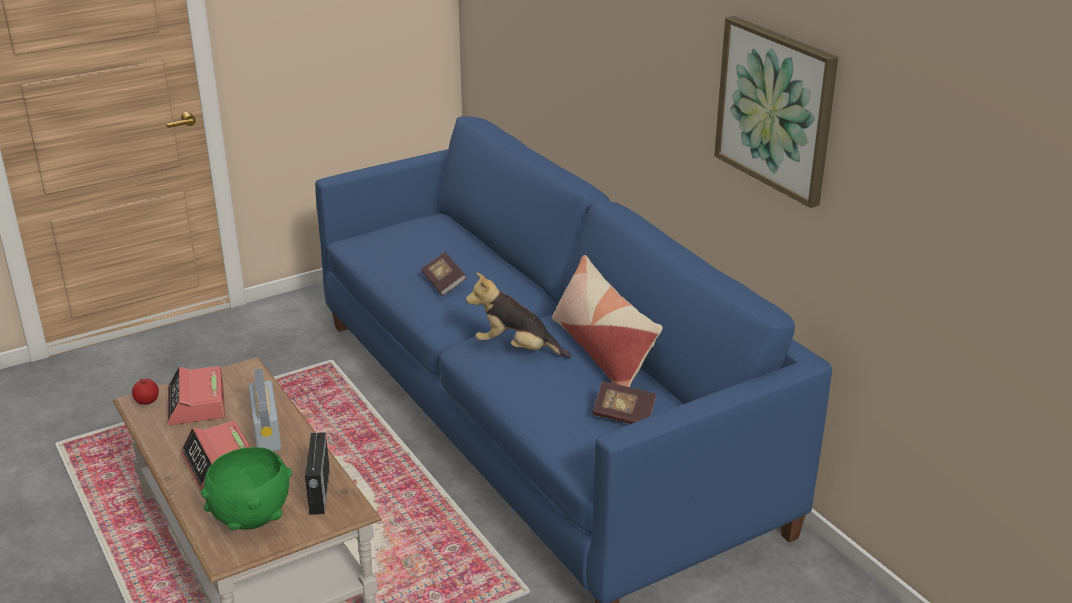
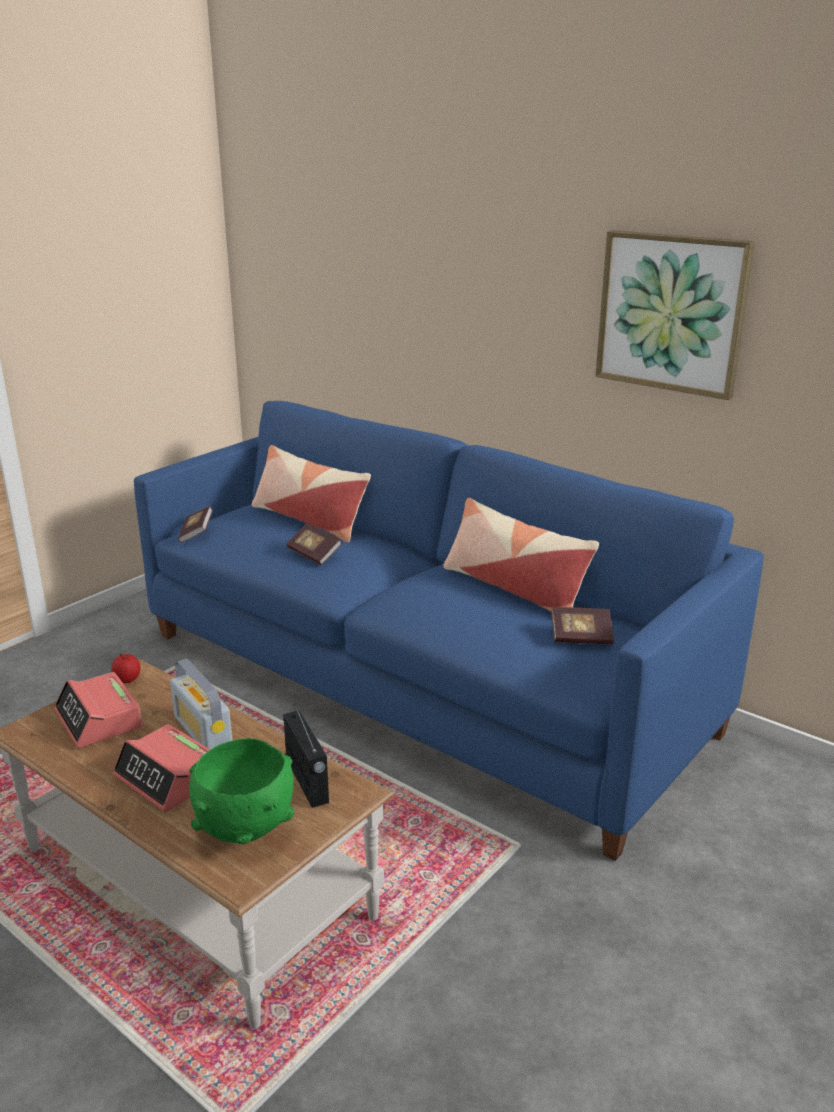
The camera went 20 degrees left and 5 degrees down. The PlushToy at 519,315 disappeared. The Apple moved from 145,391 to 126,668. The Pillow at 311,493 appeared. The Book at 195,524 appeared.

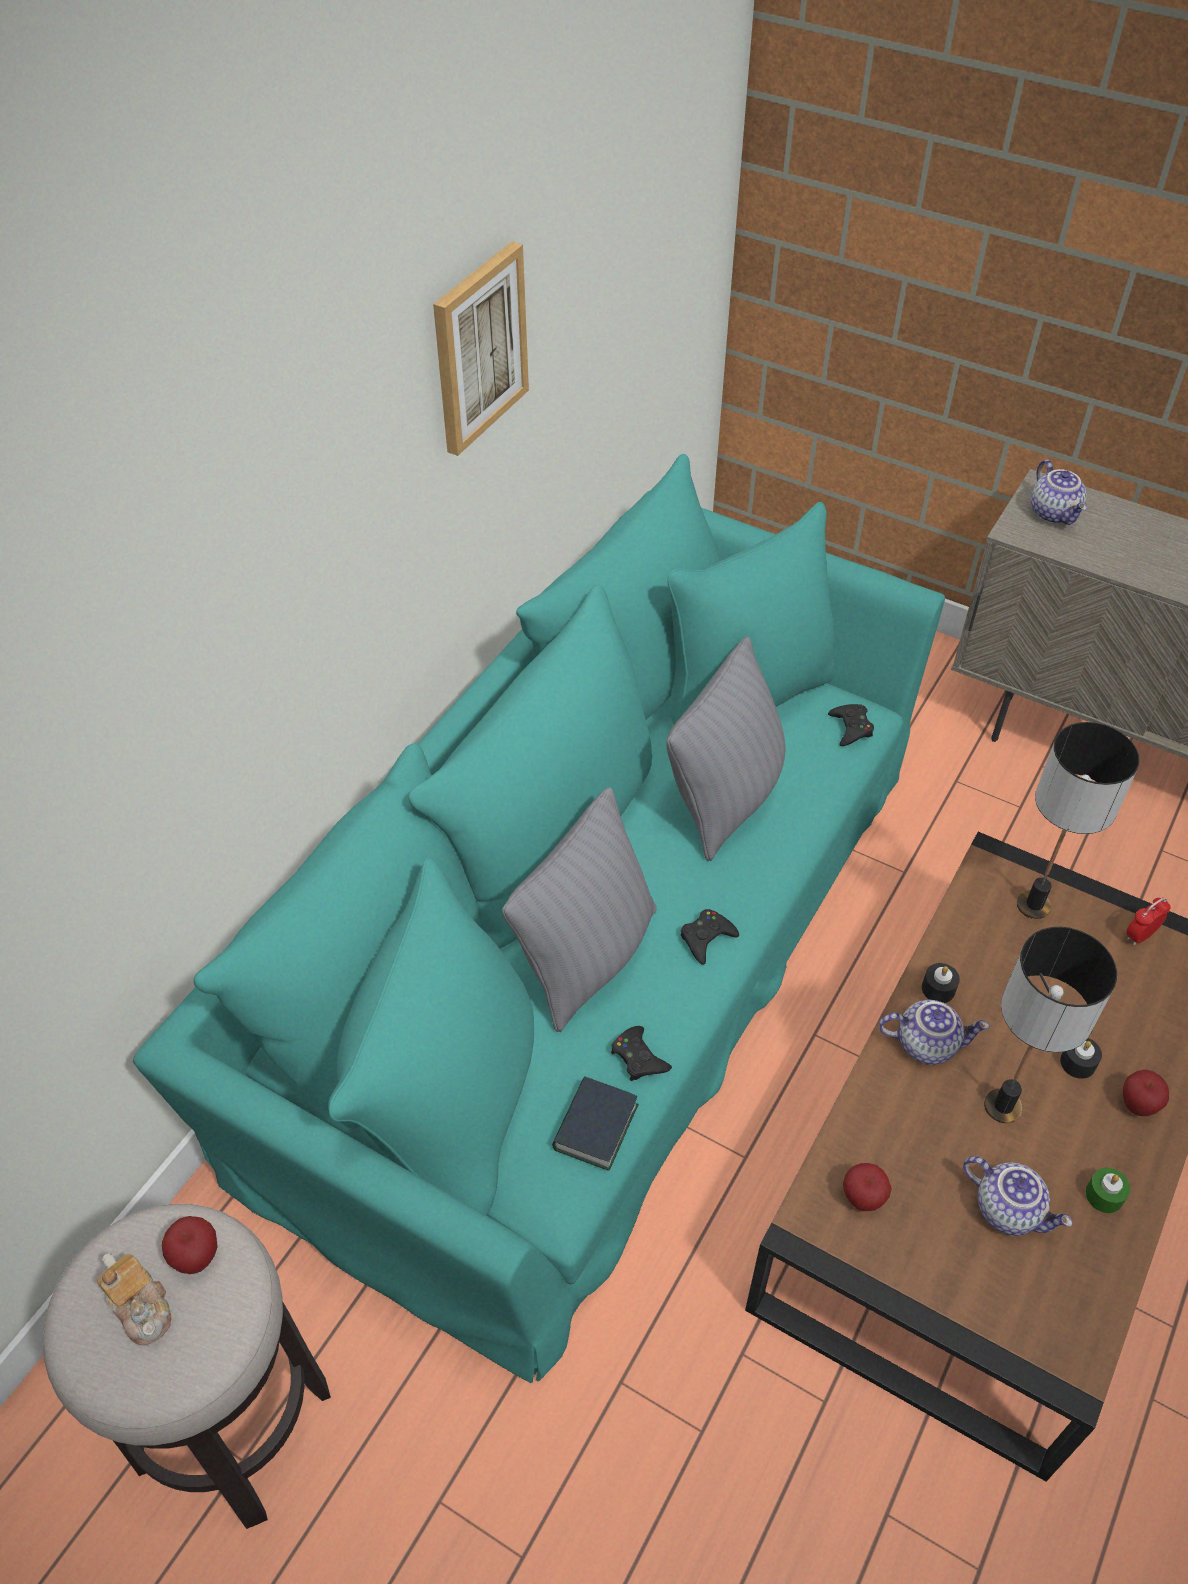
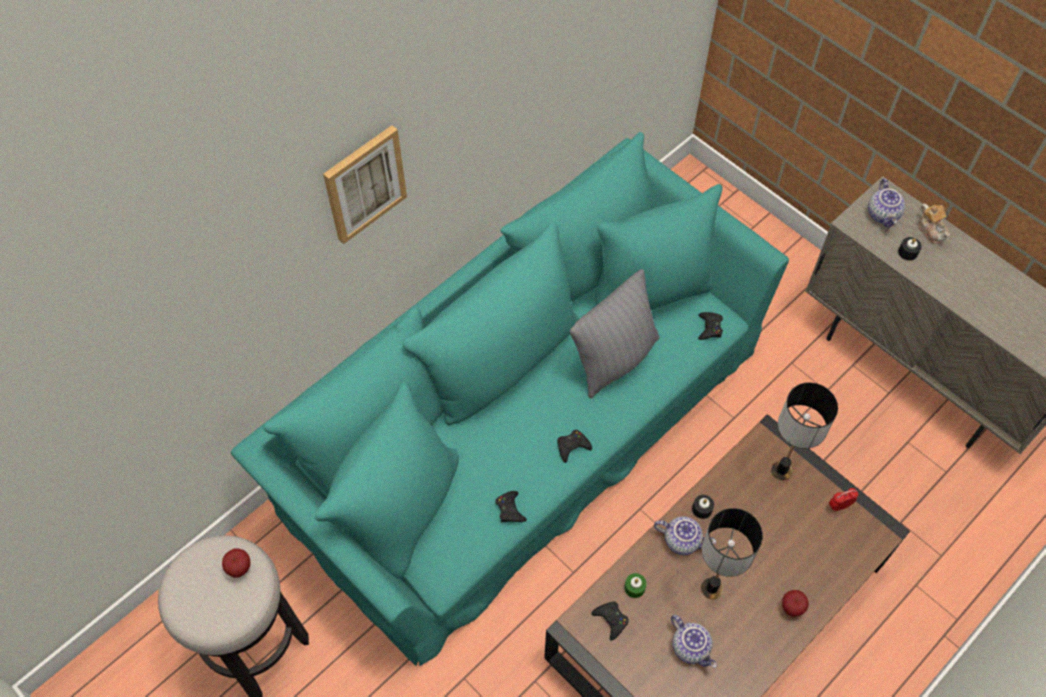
The camera went 15 degrees right and 10 degrees up. The Picture moved from 481,348 to 365,184. The GreyPillow at 579,909 disappeared. The BlackCandle moved from 1081,1058 to 910,249. The Book at 595,1124 disappeared. The Apple at 867,1187 was replaced by the BlackGameController at 610,621. The GreenCandle moved from 1108,1190 to 635,585. The Teapot moved from 133,1299 to 934,224.

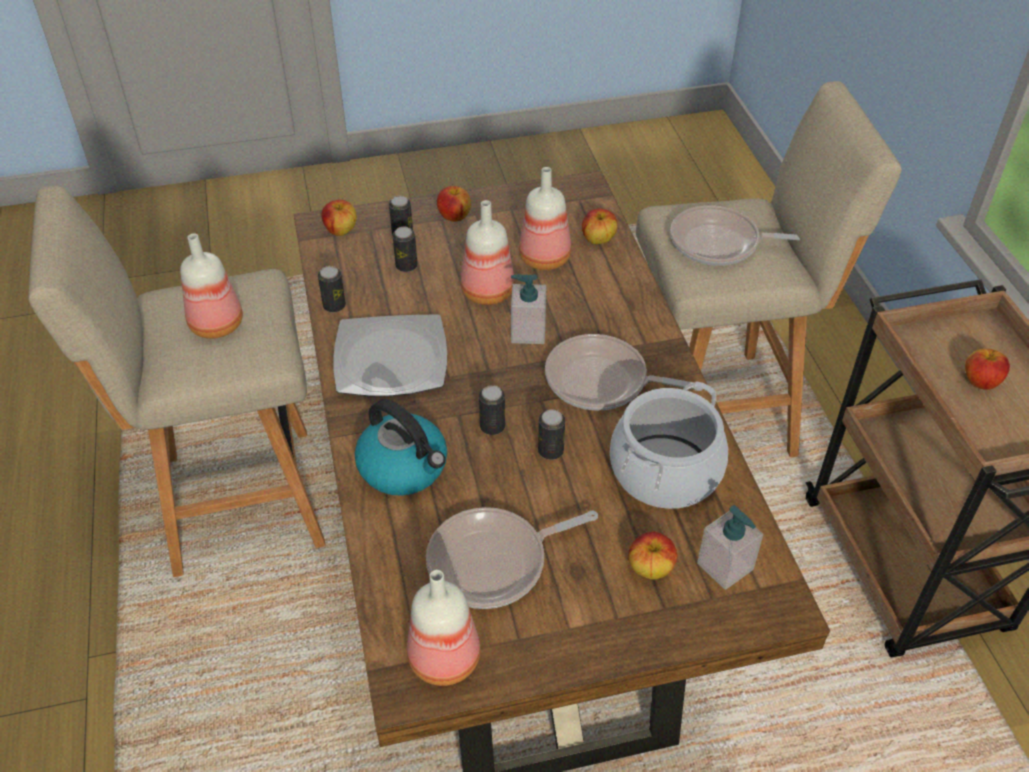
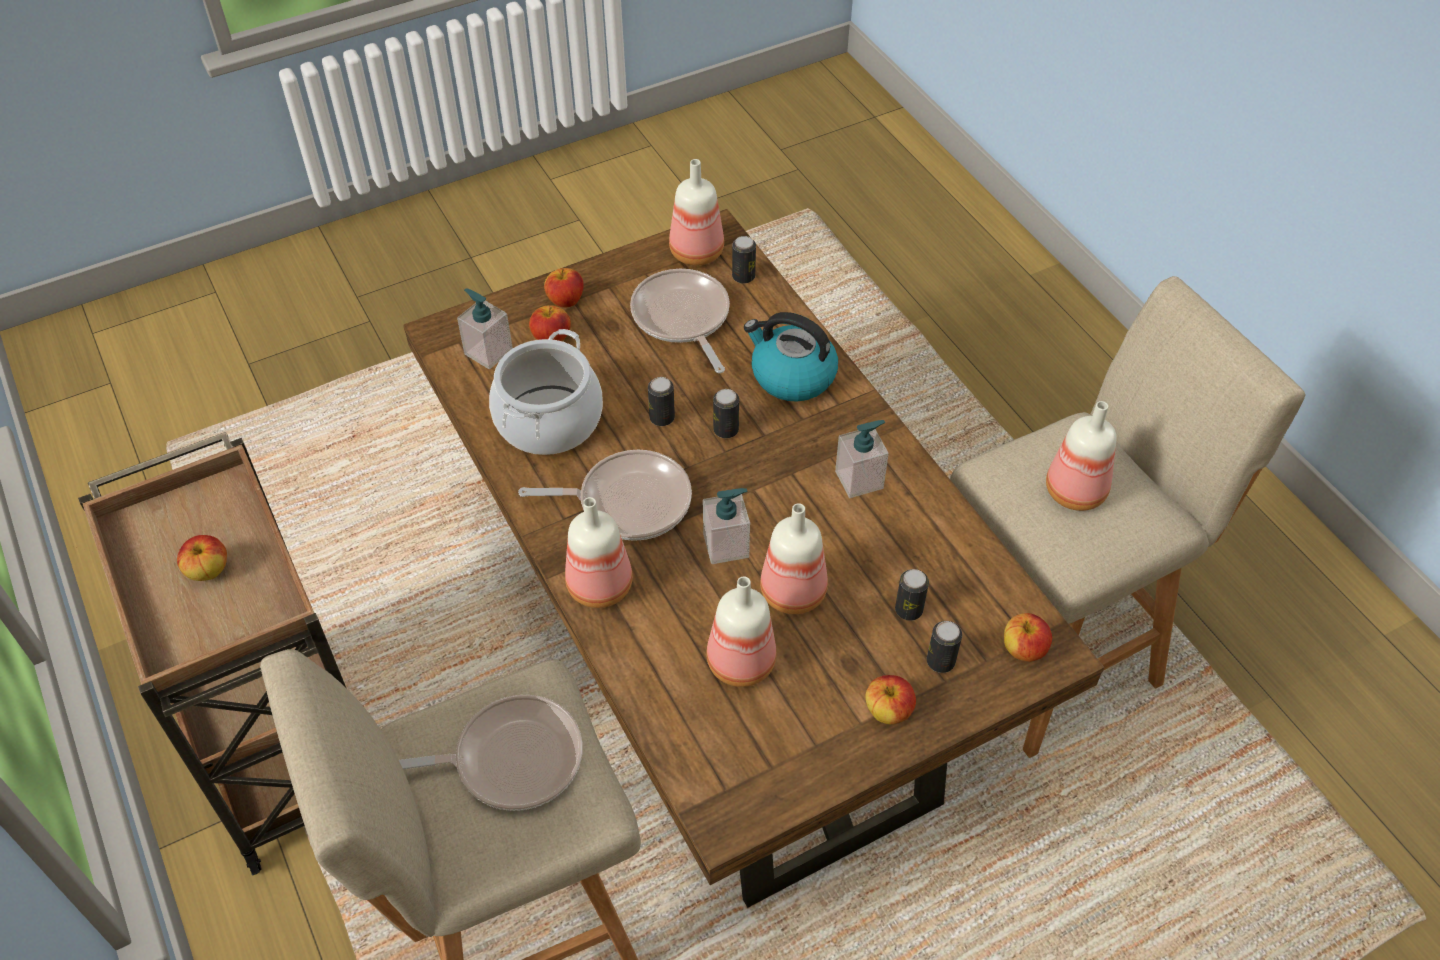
The camera went 165 degrees right and 5 degrees up. The Apple moved from 600,226 to 564,288. The Can moved from 332,289 to 744,260. The Plate at 390,355 was replaced by the SoapDispenser at 862,459. The FryingPan at 512,558 turned 75 degrees counterclockwise. The Bottle at 599,552 appeared.

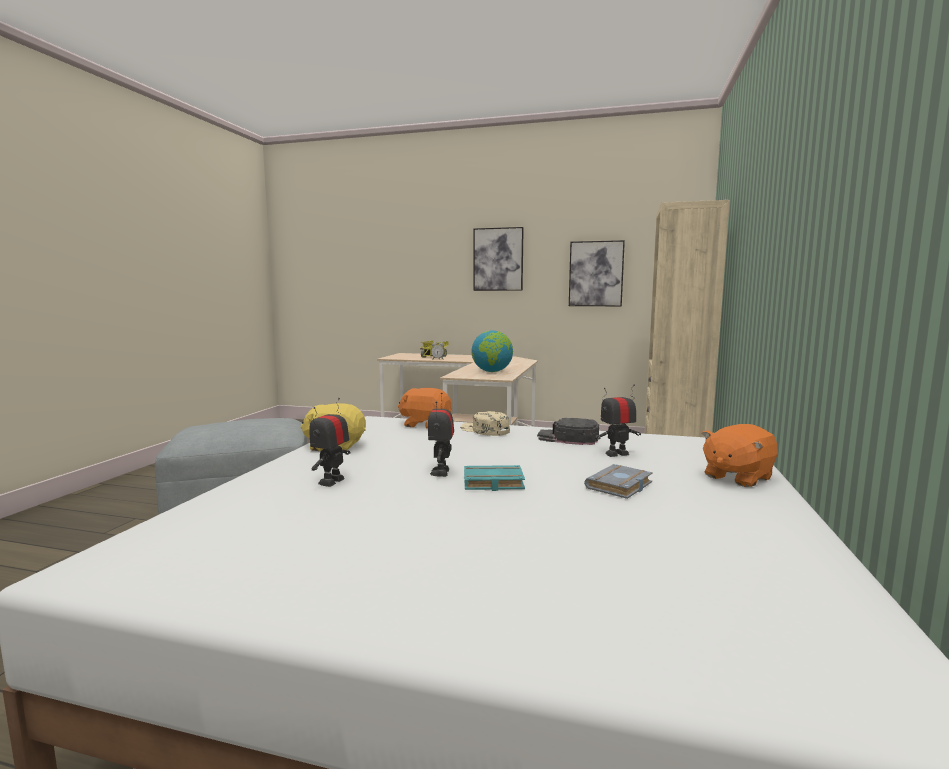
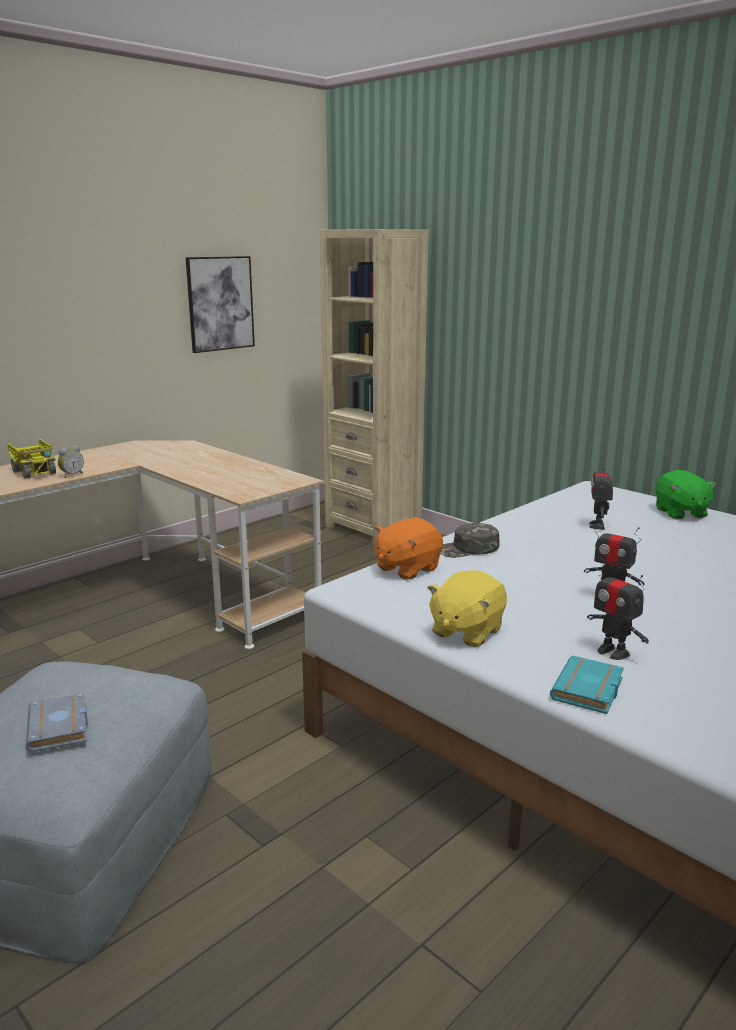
The camera went 60 degrees left and 10 degrees up. The Picture at 499,259 disappeared. The Globe at 492,351 disappeared. The BeigeCap at 485,423 became the GreenCap at 470,540. The BlackCap at 568,431 disappeared. The OrangePlushToy at 740,455 became the GreenPlushToy at 686,494. The GreyBook moved from 618,481 to 56,723. The TurquoiseBook moved from 494,478 to 587,684.

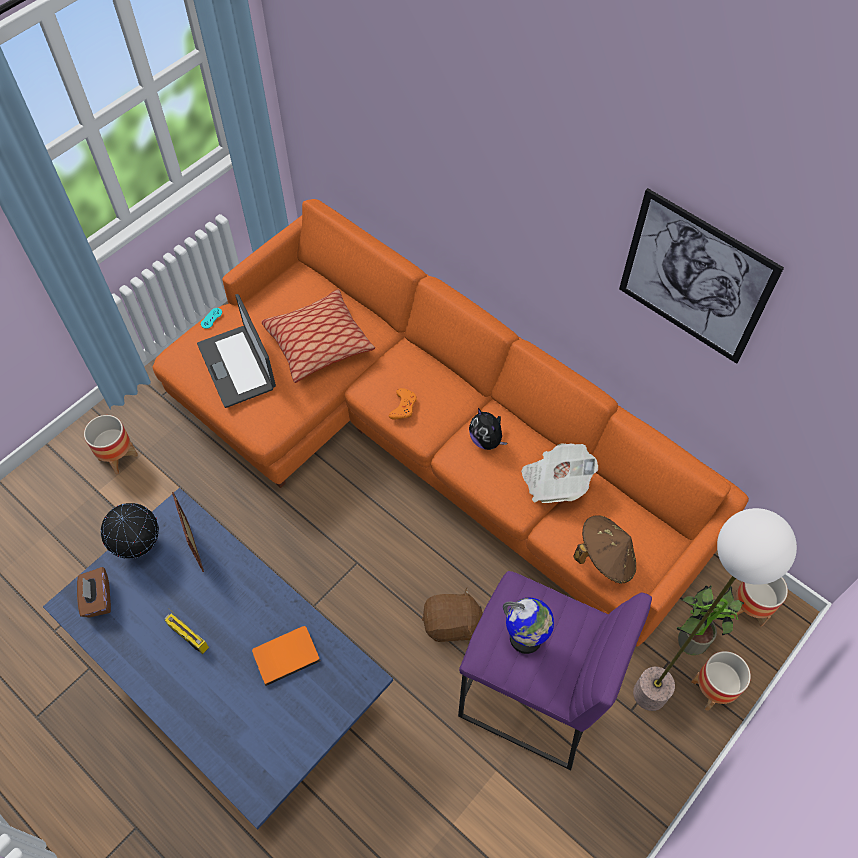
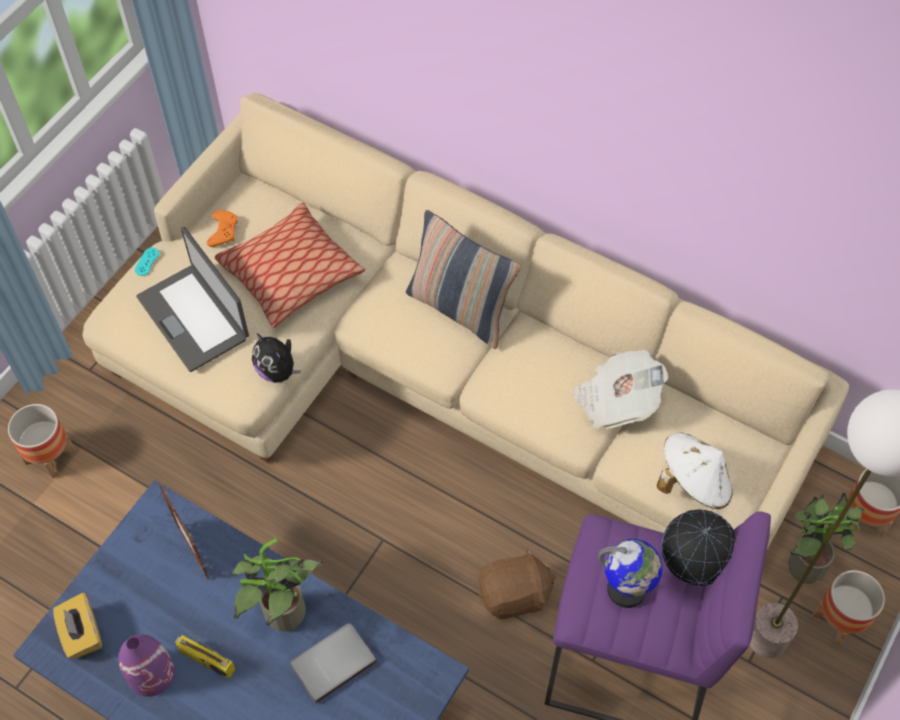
The camera went 10 degrees left and 0 degrees up. The Picture at 701,276 disappeared. The OrangeSofa at 450,423 became the BeigeSofa at 465,321. The OrangeGameController moved from 403,404 to 222,228. The PlushToy moved from 488,429 to 276,358. The Globe moved from 130,531 to 698,547. The BrownHat at 604,549 became the WhiteHat at 695,470. The BrownTissueBox at 94,592 became the YellowTissueBox at 77,625. The OrangeBook at 286,656 became the GreyBook at 334,663. The Pillow at 463,279 appeared. The PottedPlant at 276,584 appeared. The PurpleVase at 146,665 appeared.

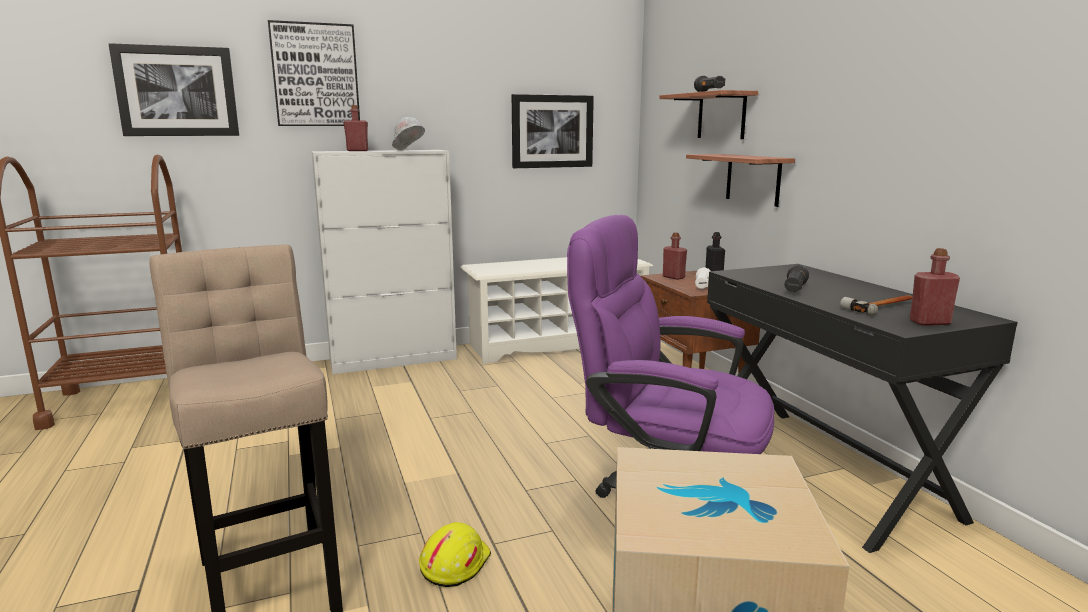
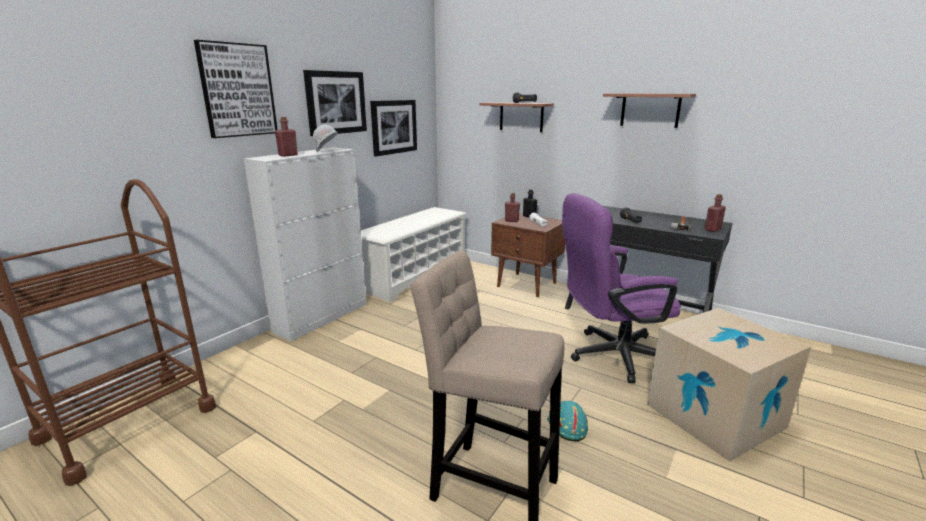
The camera went 35 degrees left and 5 degrees up. The Picture moved from 174,89 to 335,103. The Shelf moved from 740,180 to 649,110. The YellowHardHat at 455,554 became the TurquoiseHardHat at 567,421.

